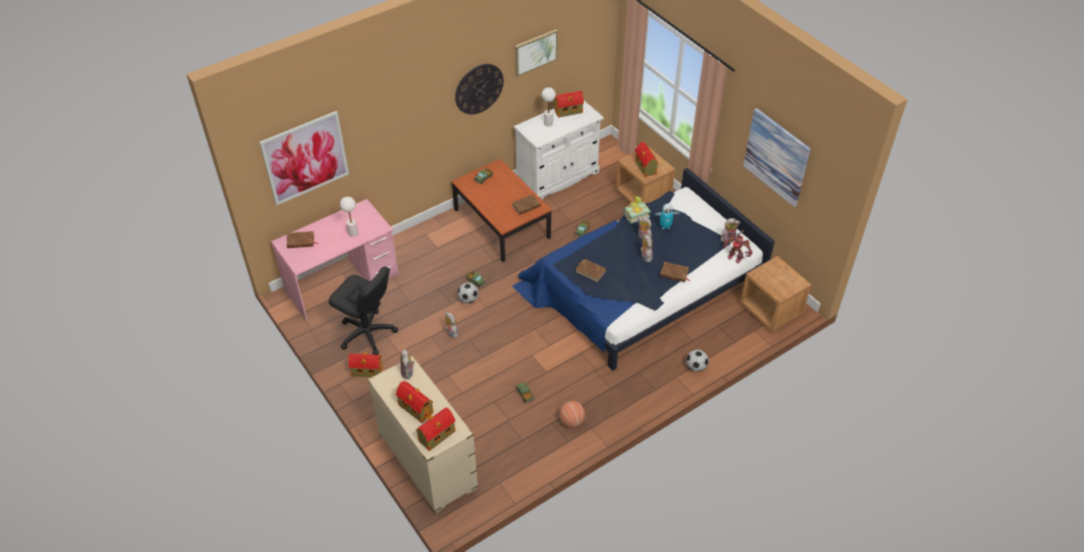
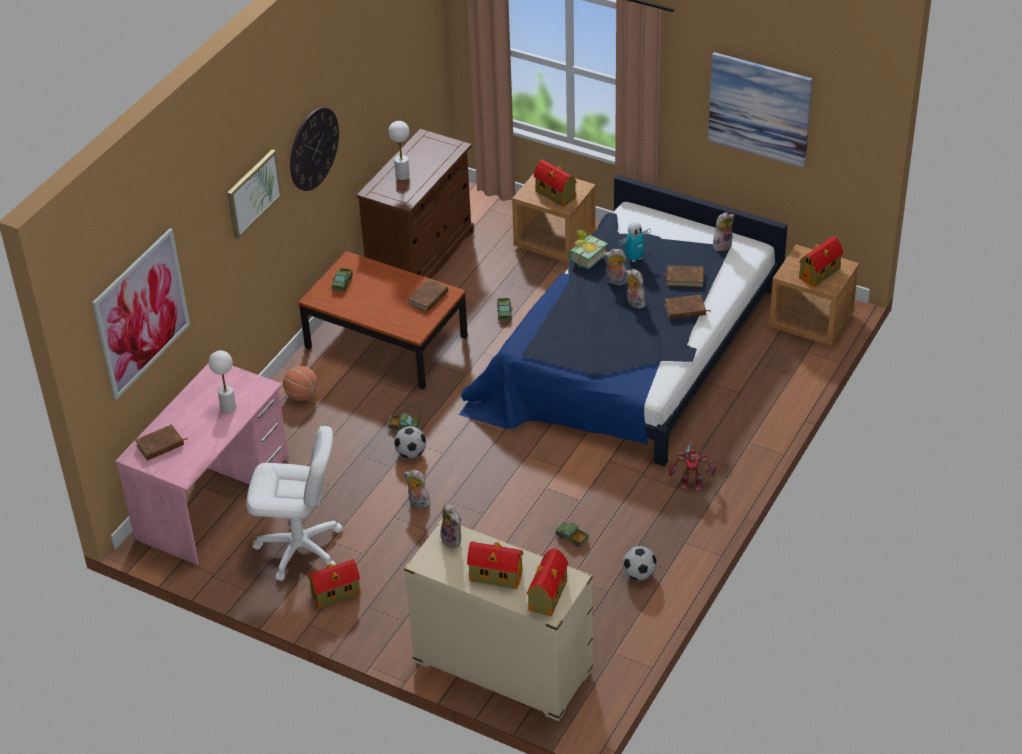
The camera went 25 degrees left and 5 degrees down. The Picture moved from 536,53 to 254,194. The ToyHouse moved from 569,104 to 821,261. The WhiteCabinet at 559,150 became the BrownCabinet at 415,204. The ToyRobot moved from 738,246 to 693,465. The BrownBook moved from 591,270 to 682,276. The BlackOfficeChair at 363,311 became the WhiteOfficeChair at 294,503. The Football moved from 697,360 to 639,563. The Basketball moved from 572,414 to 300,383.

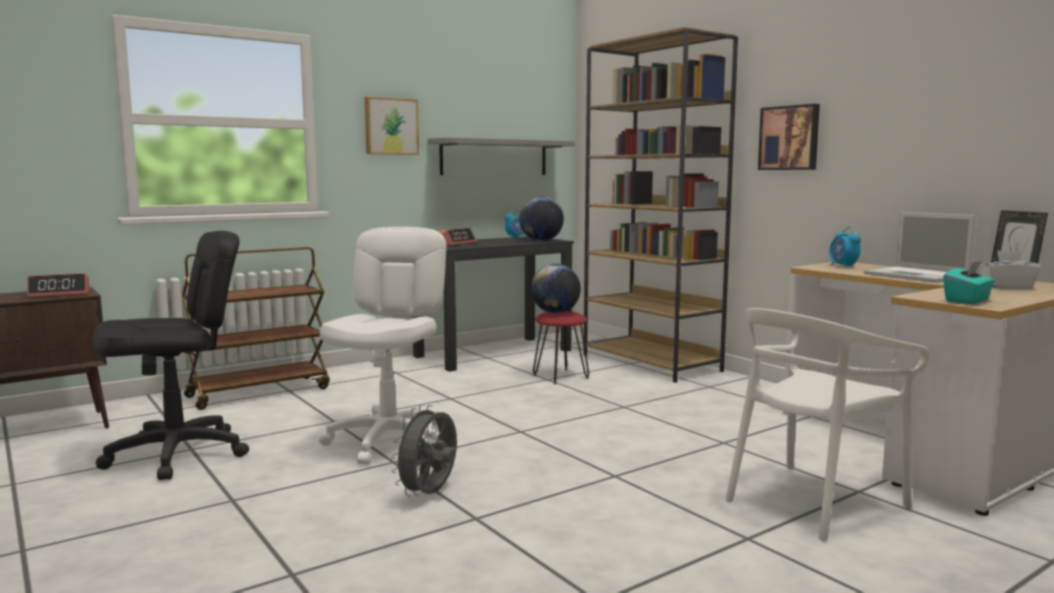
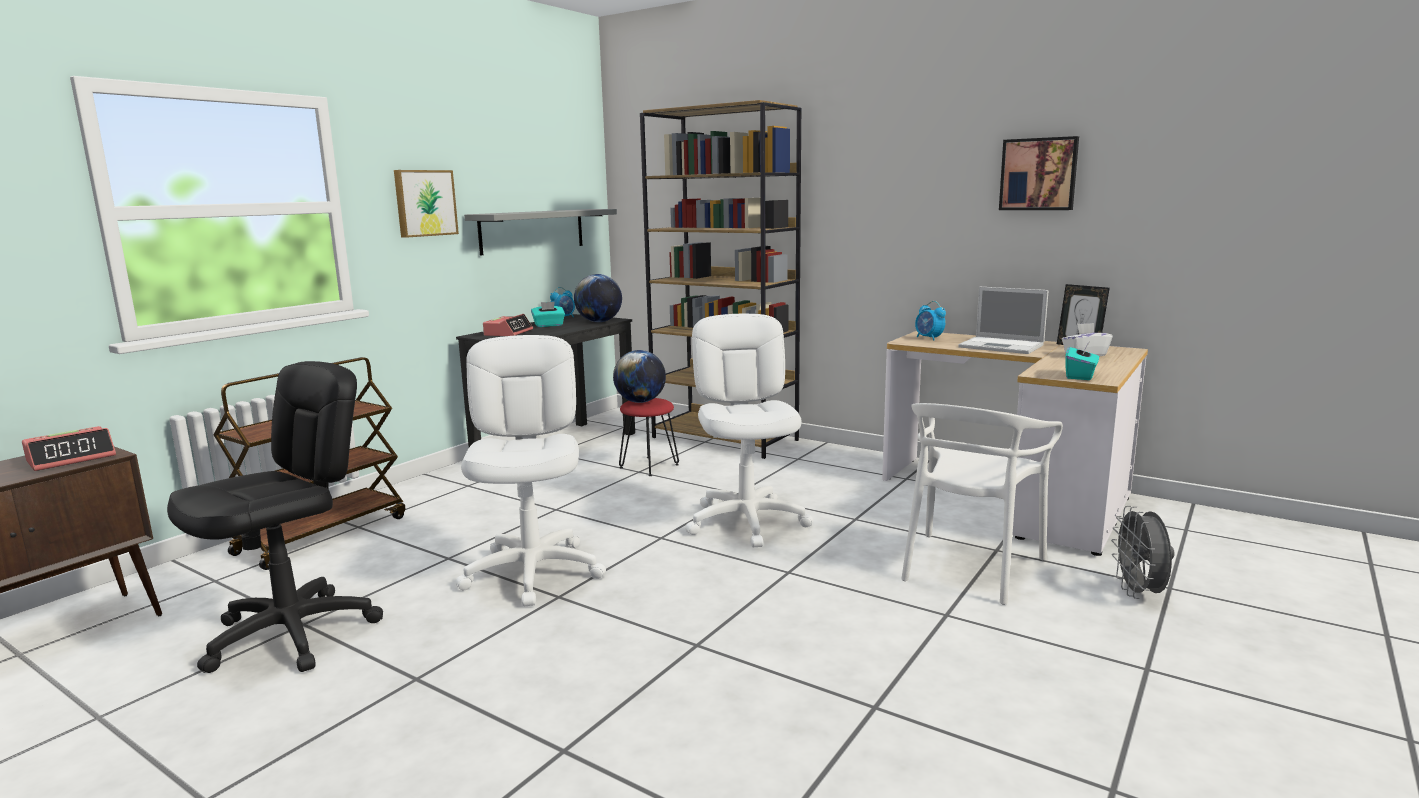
The camera went 20 degrees left and 5 degrees up. The Picture moved from 789,137 to 1039,173. The GreyFan moved from 424,450 to 1143,552. The TurquoiseTissueBox at 548,314 appeared. The WhiteOfficeChair at 749,430 appeared.

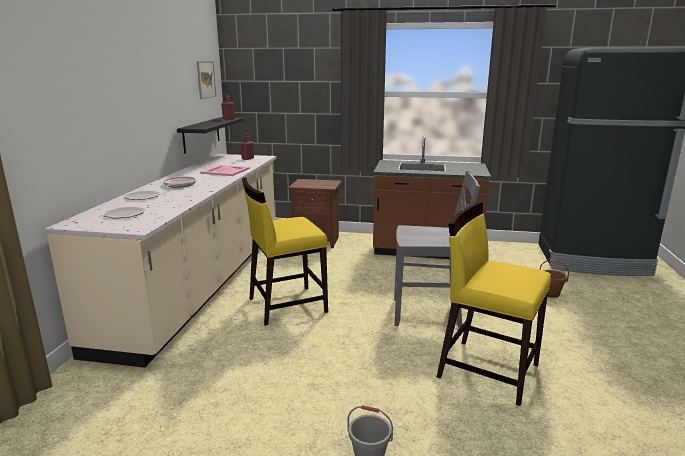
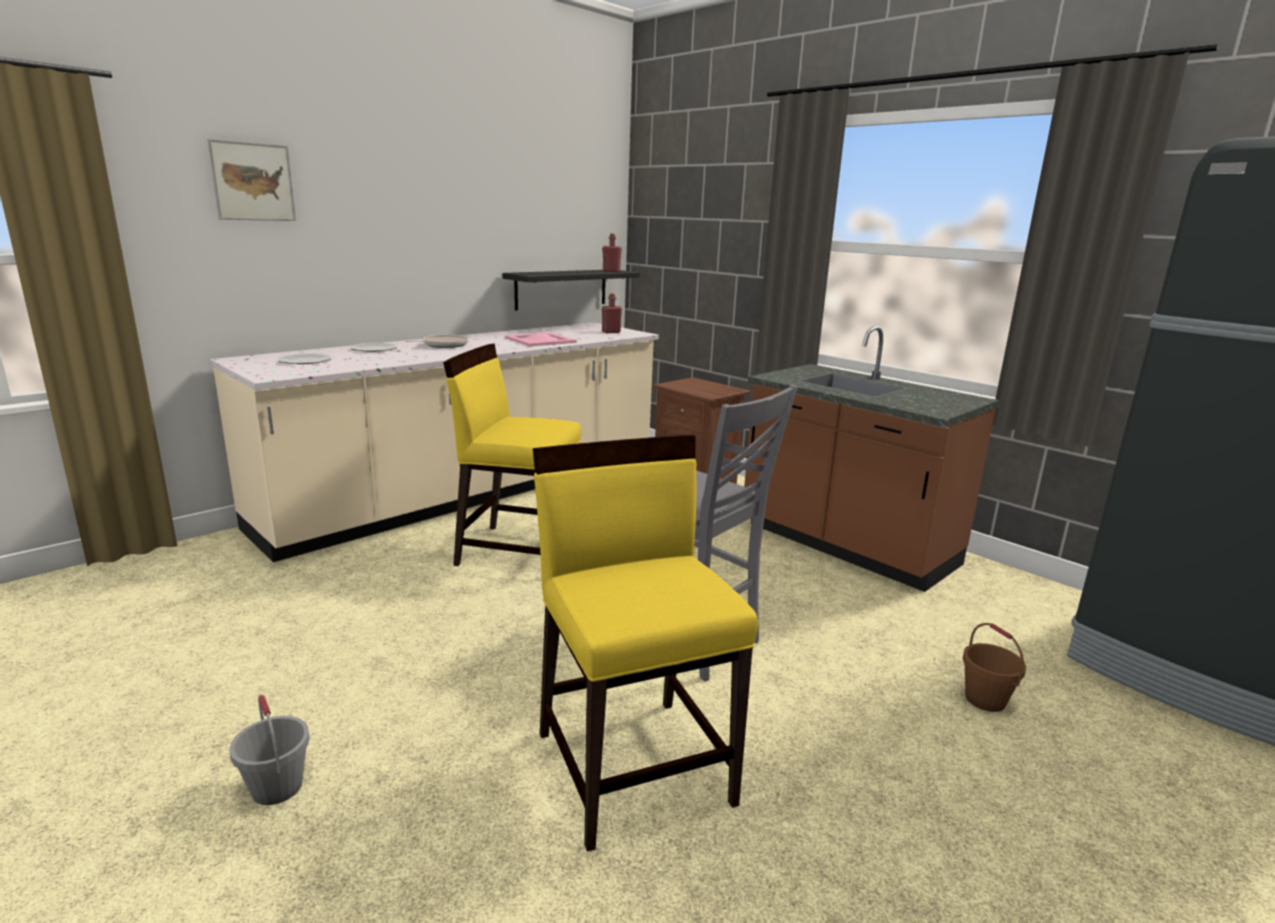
The camera went 35 degrees right and 0 degrees up. The Picture moved from 206,80 to 251,180.

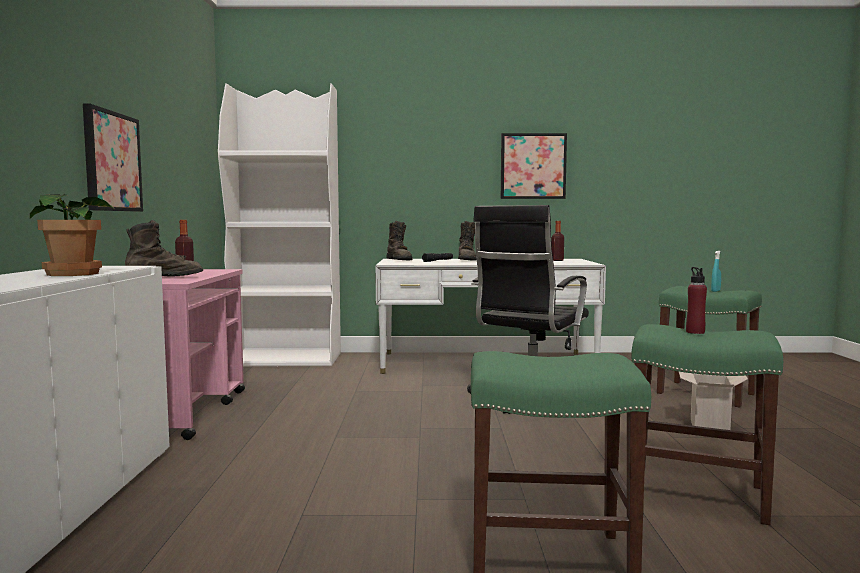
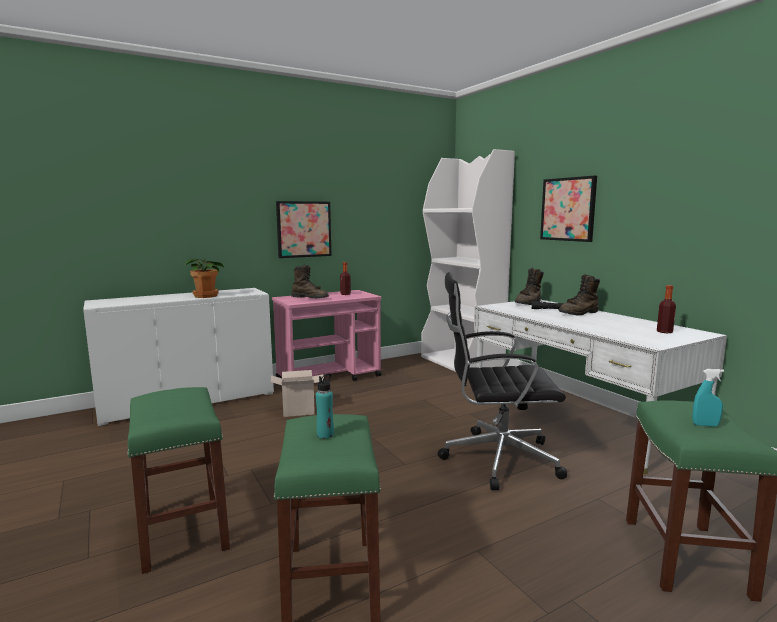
The camera went 60 degrees right and 5 degrees up. The Picture moved from 534,166 to 568,209. The RedBottle at 696,300 became the TurquoiseBottle at 325,406. The CardboardBox moved from 713,401 to 298,393.

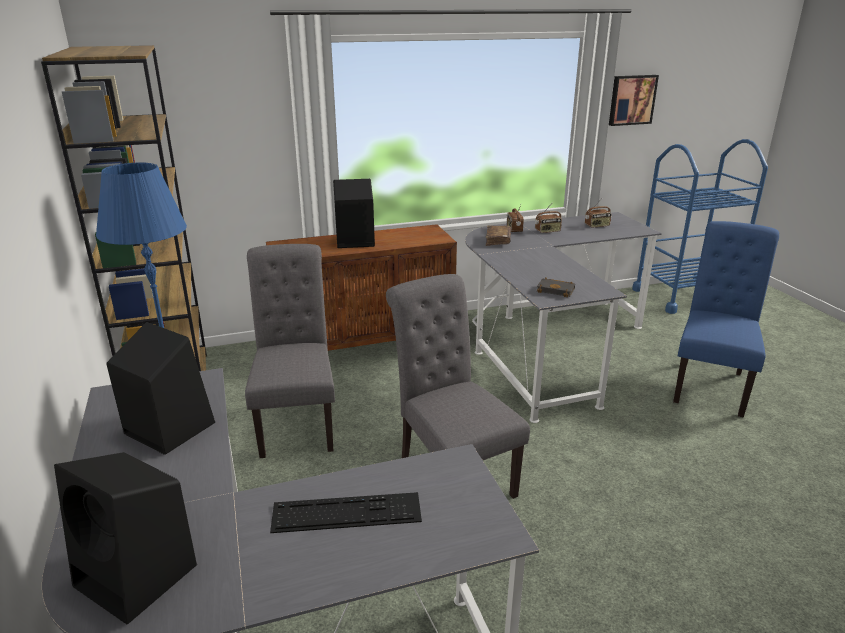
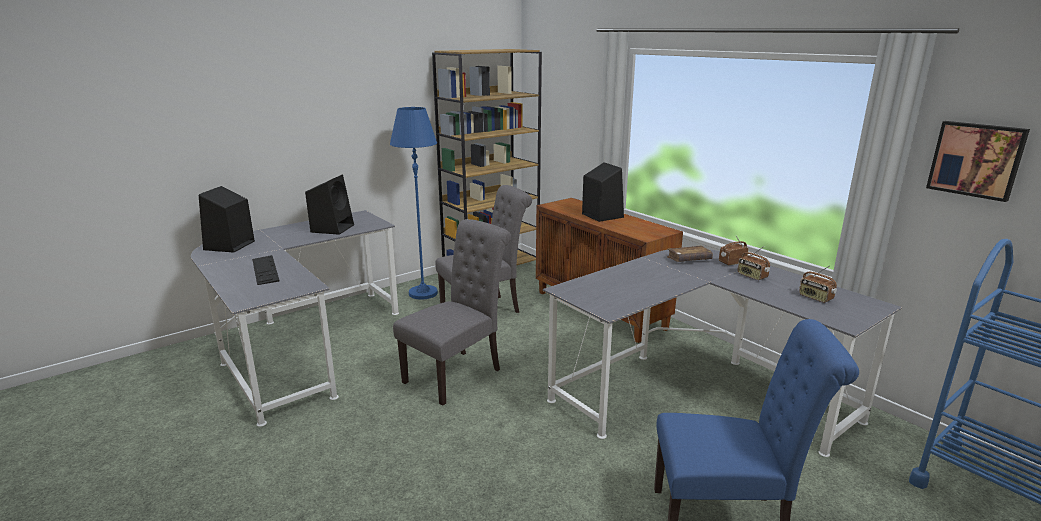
The camera went 70 degrees right and 5 degrees down. The BlackBook at 556,287 disappeared.

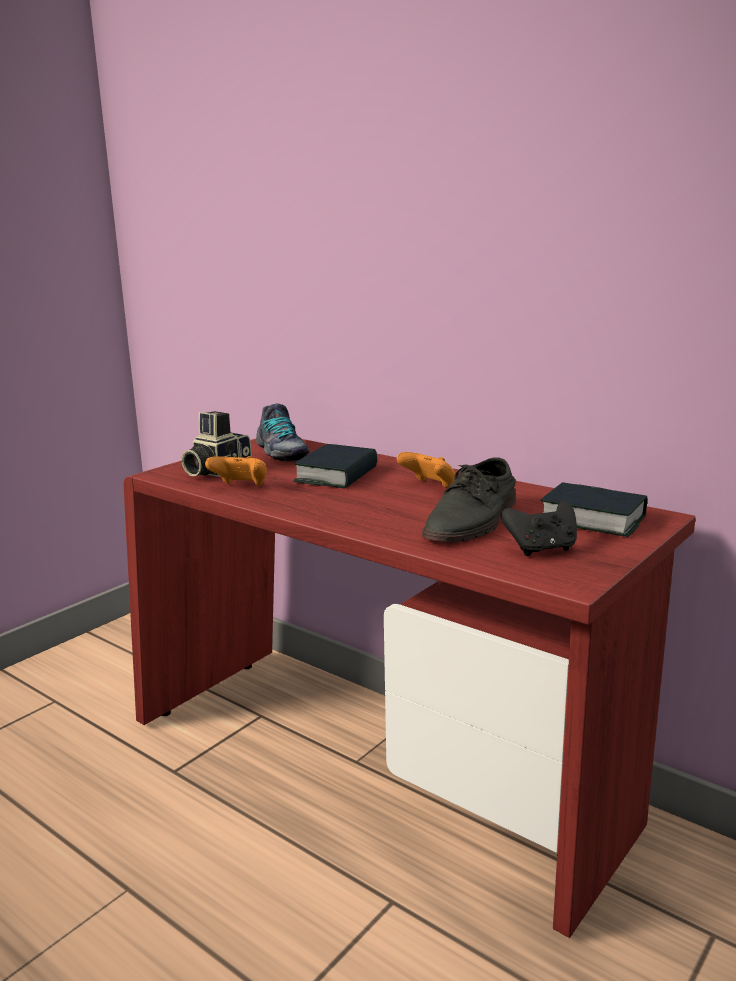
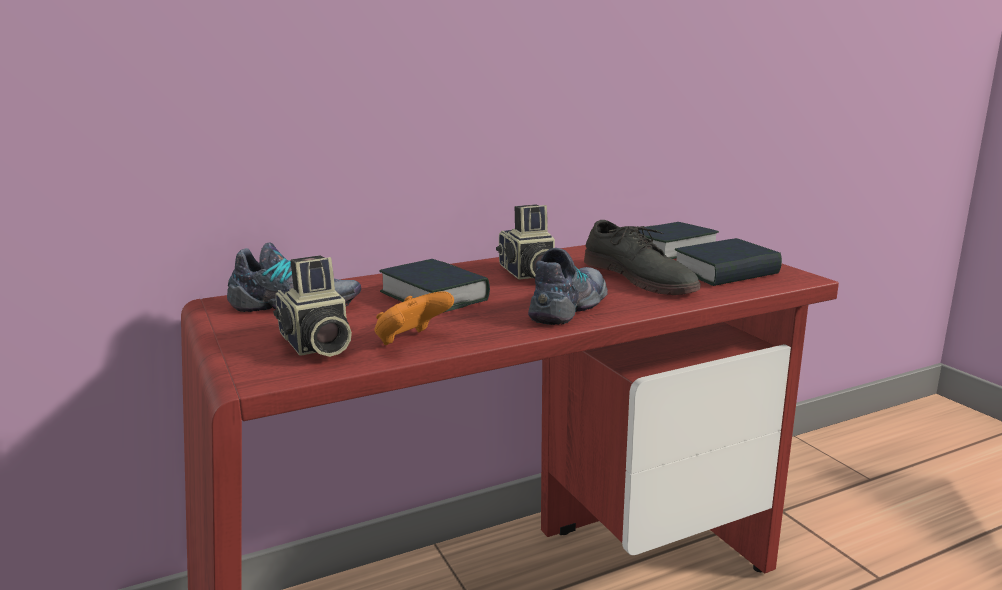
The camera went 65 degrees left and 0 degrees up. The OrangeGameController at 426,470 was replaced by the PhotoCamera at 525,242. The BlackGameController at 539,528 was replaced by the Book at 728,262. The Shoe at 568,286 appeared.

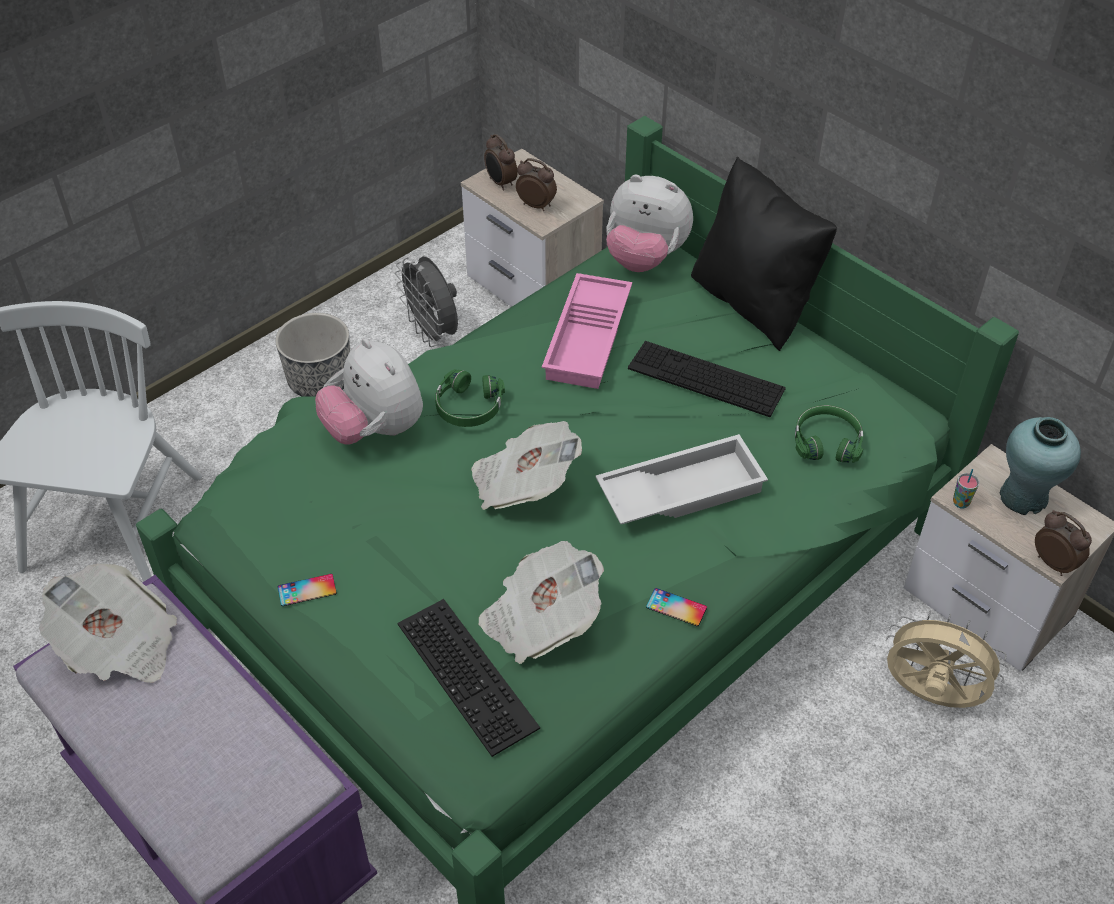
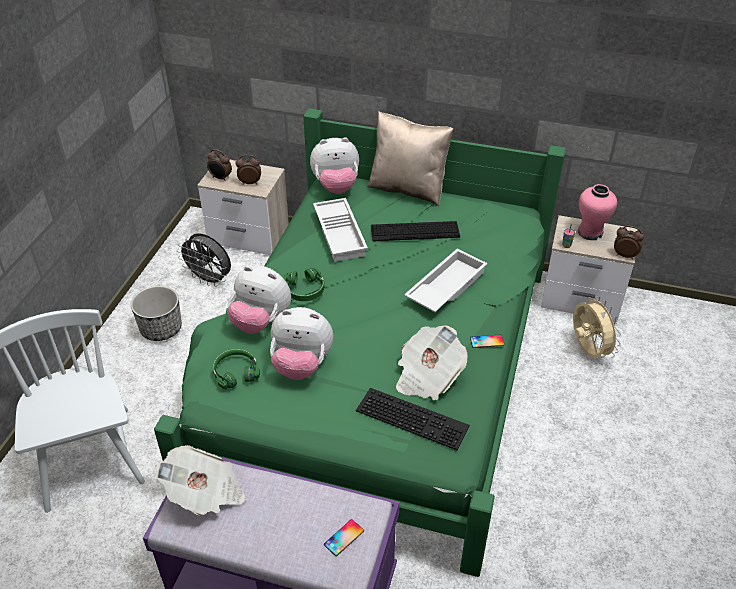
The camera went 30 degrees left and 5 degrees down. The BlackPillow at 764,254 became the BeigePillow at 410,158. The PinkTray at 587,331 became the WhiteTray at 340,230. The GreenHeadphones moved from 829,434 to 236,369. The TurquoiseVase at 1040,466 became the PinkVase at 597,212. The Newspaper at 526,465 disappeared. The Phone moved from 307,590 to 344,537. The BeigeFan at 947,659 turned 75 degrees clockwise. The PlushToy at 301,343 appeared.

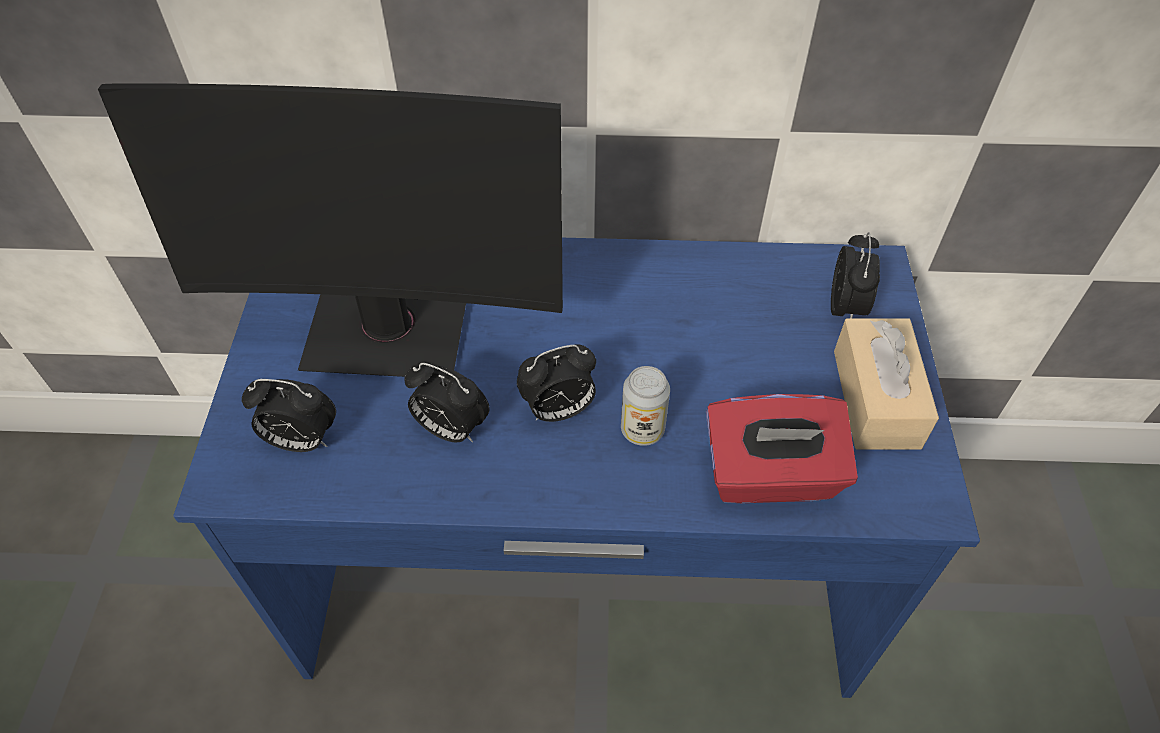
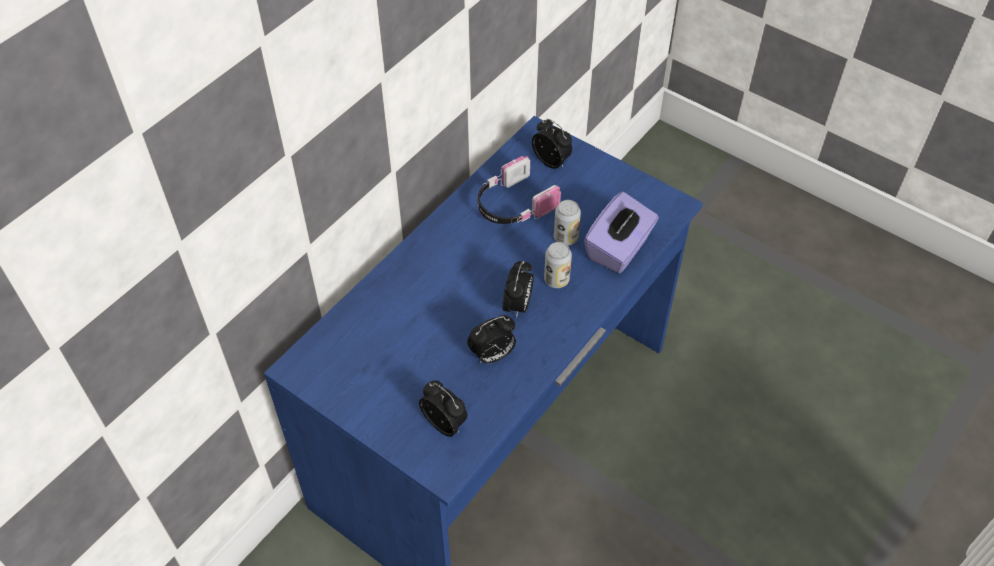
The camera went 55 degrees left and 0 degrees up. The Monitor at 330,230 disappeared. The BeigeTissueBox at 886,383 disappeared. The AlarmClock at 289,415 turned 90 degrees counterclockwise. The RedTissueBox at 782,448 became the PurpleTissueBox at 621,233. The Headphones at 519,190 appeared. The Can at 567,222 appeared.

